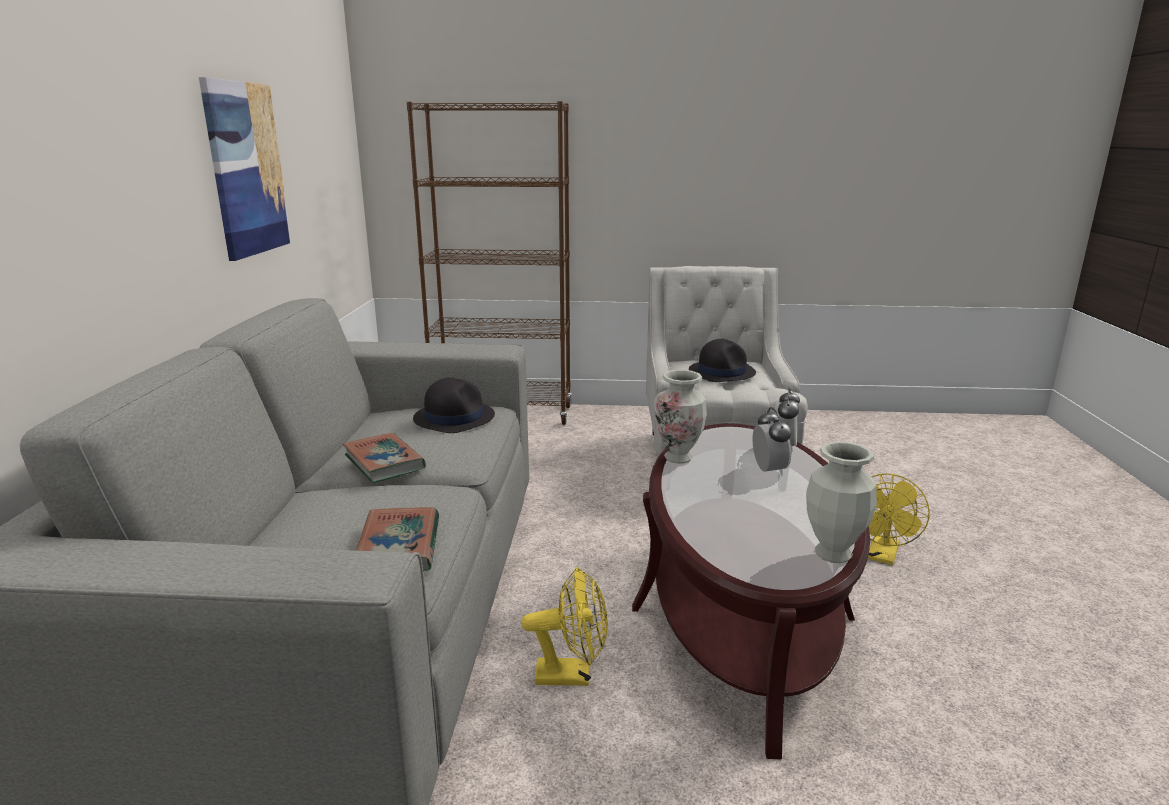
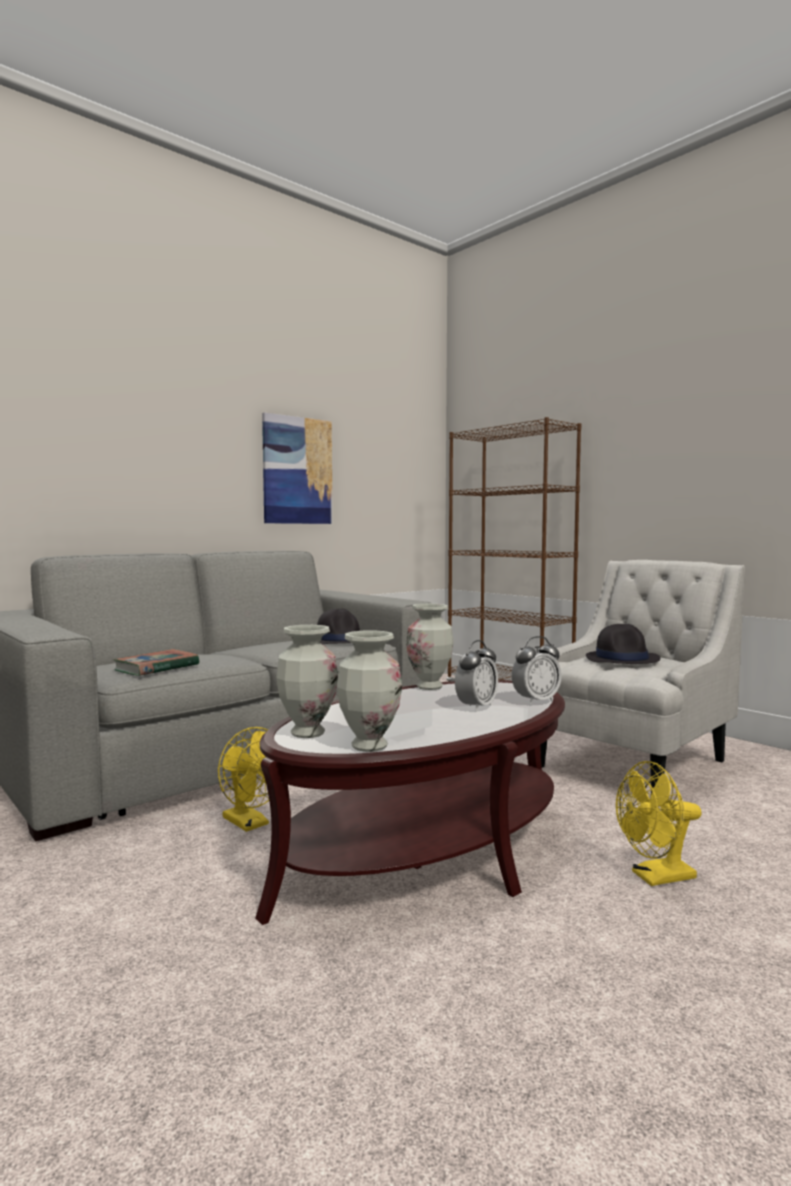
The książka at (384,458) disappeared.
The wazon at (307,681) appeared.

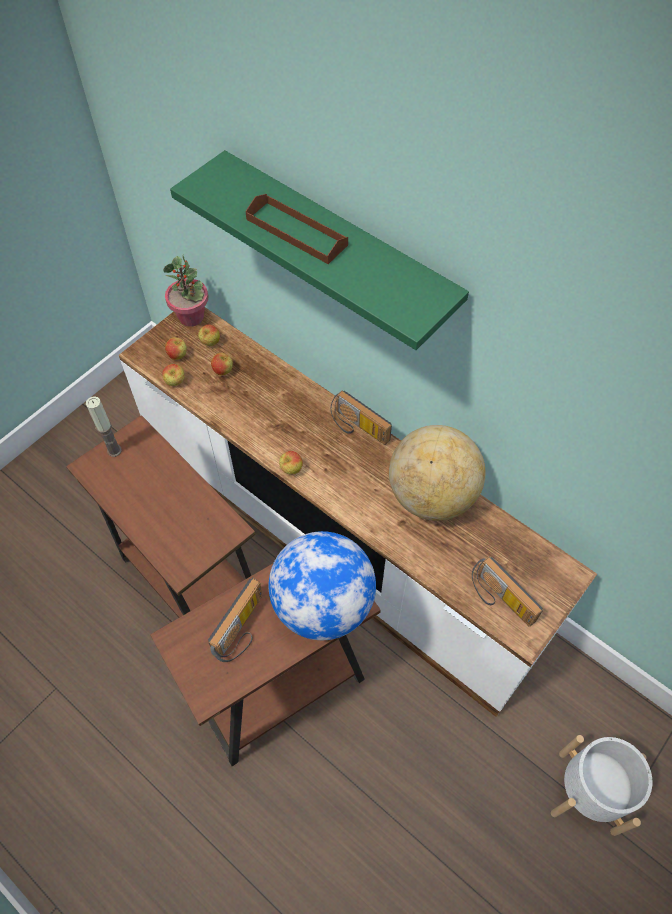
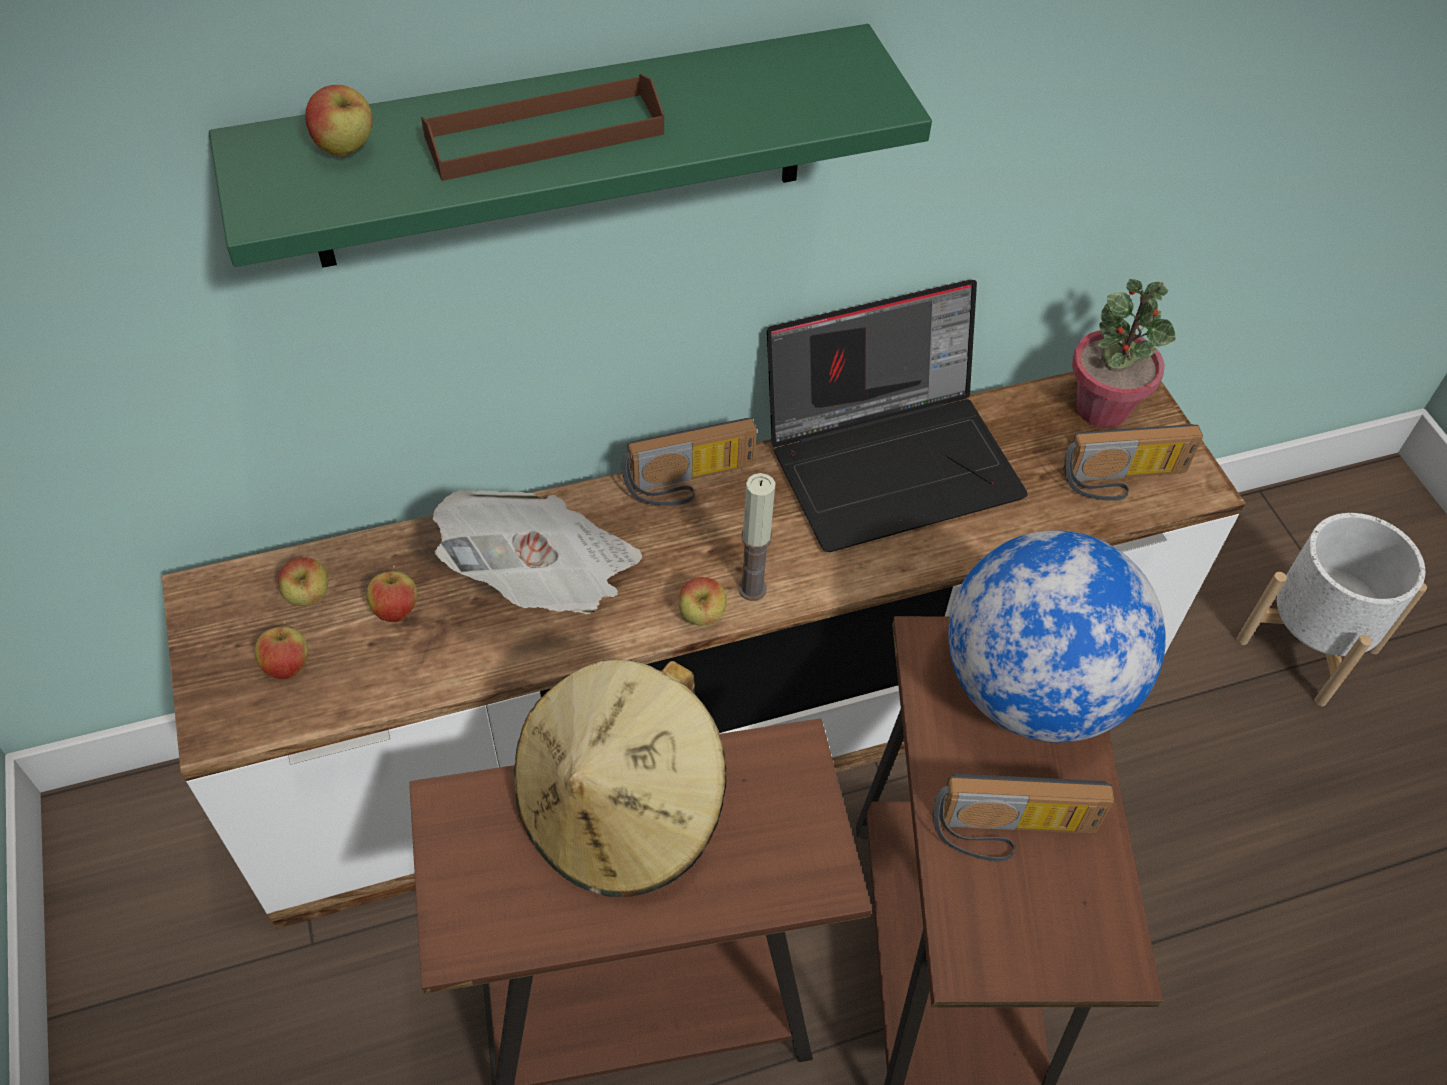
The świeca moved from (104,426) to (756,537).
The jabłko moved from (173,375) to (339,121).
The roślina doniczkowa moved from (185,291) to (1123,353).
The radio at (235,620) turned 120 degrees clockwise.
The globus at (437,473) was replaced by the laptop at (897,416).
The gazeta at (537,552) appeared.
The kapelusz/beżowy at (620,778) appeared.

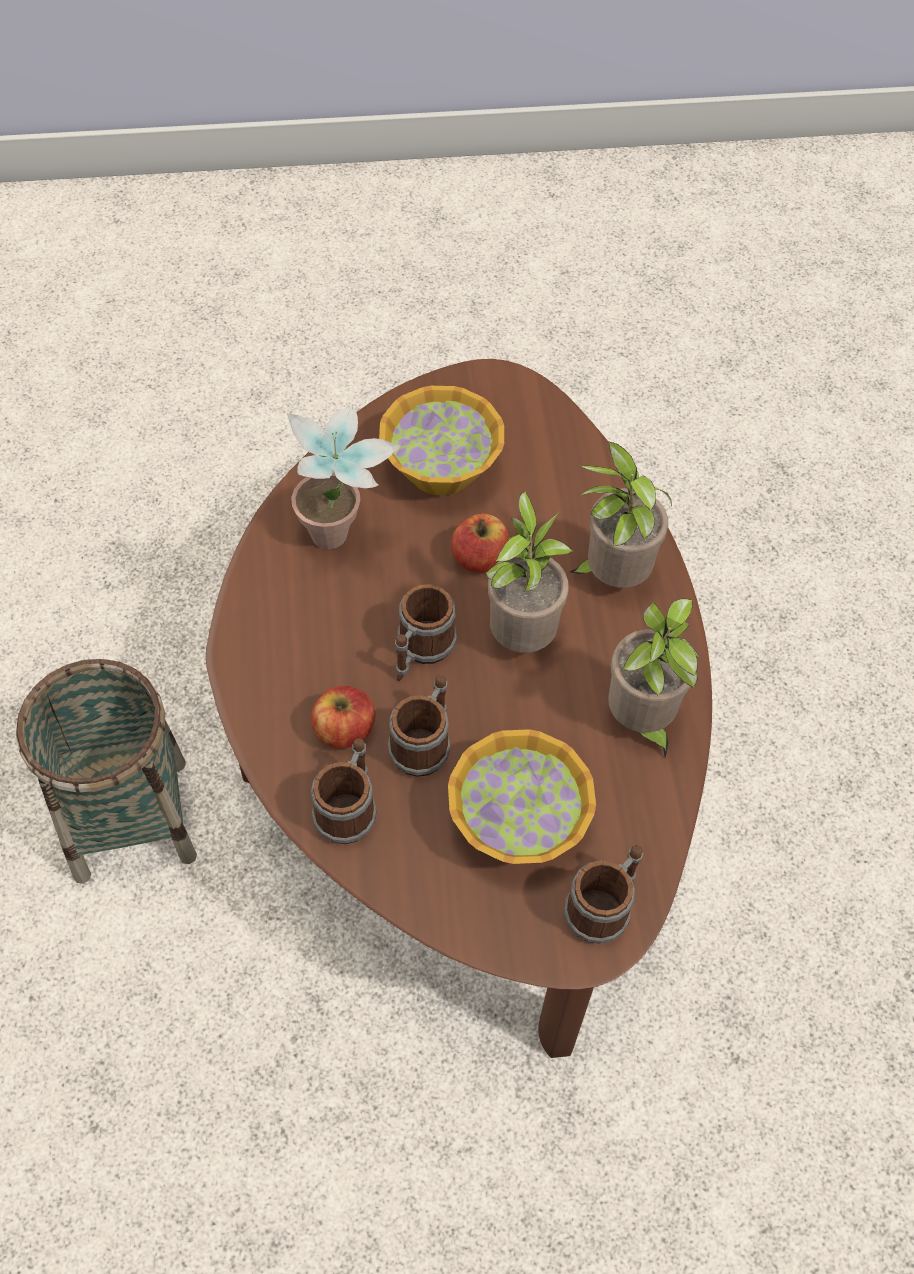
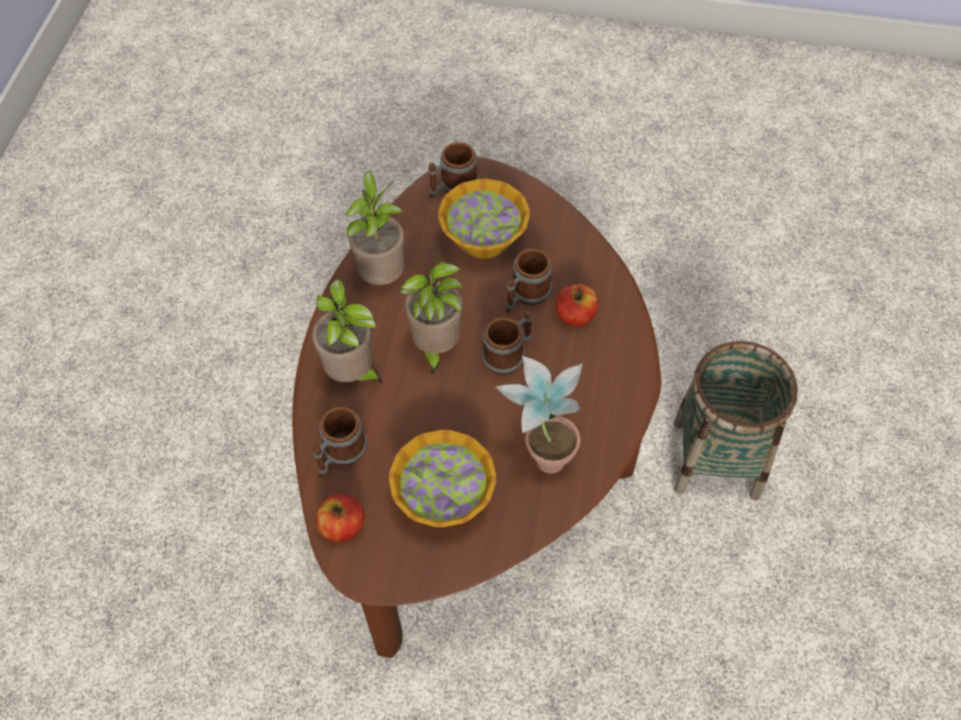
The kubek moved from (343,791) to (339,442).
The jabłko moved from (480,543) to (340,518).

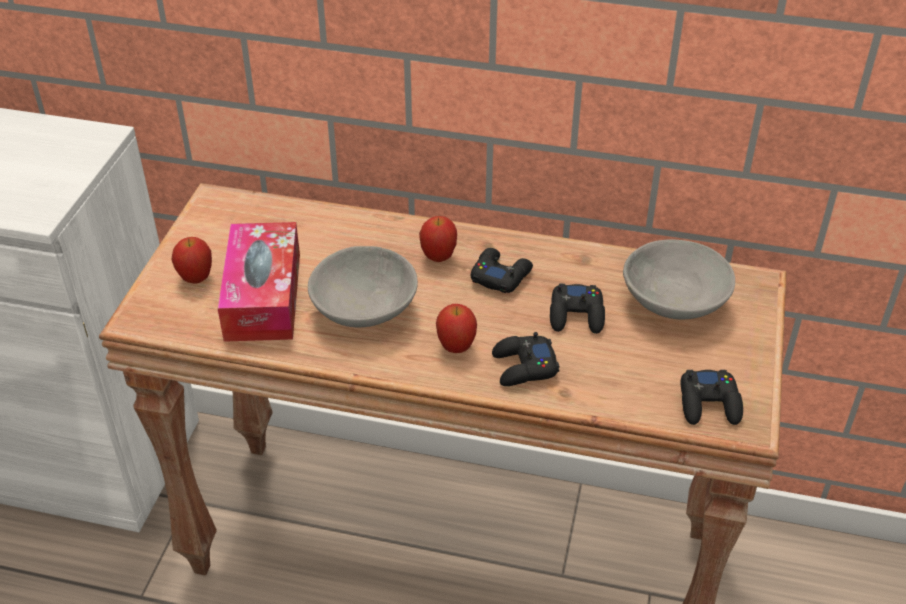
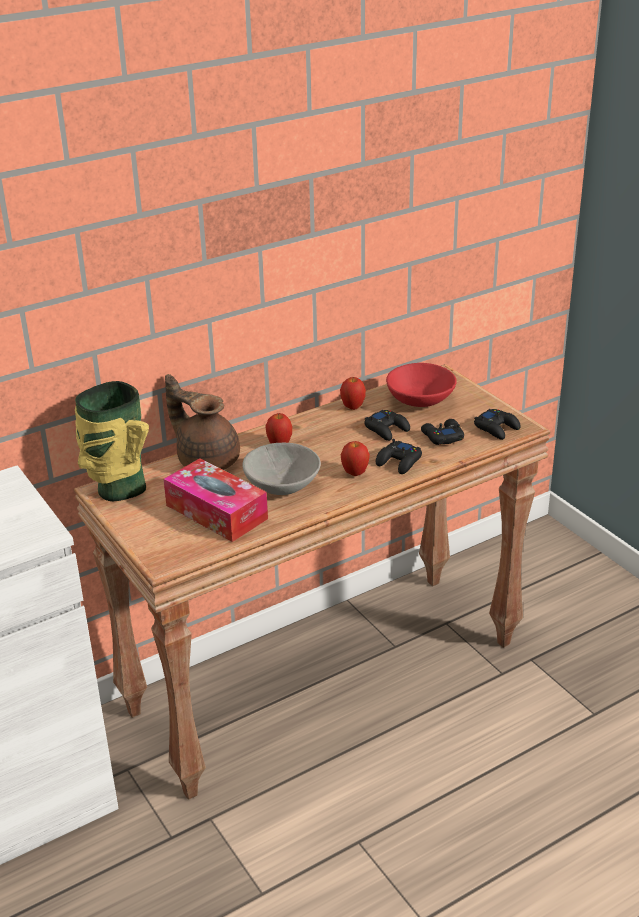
The jabłko moved from (191,260) to (353,393).
The pad do gier/czarny moved from (502,270) to (442,432).
The miska/szary at (679,279) became the miska/czerwony at (421,385).
The wazon at (112,441) appeared.
The imbryk/brązowy at (202,422) appeared.

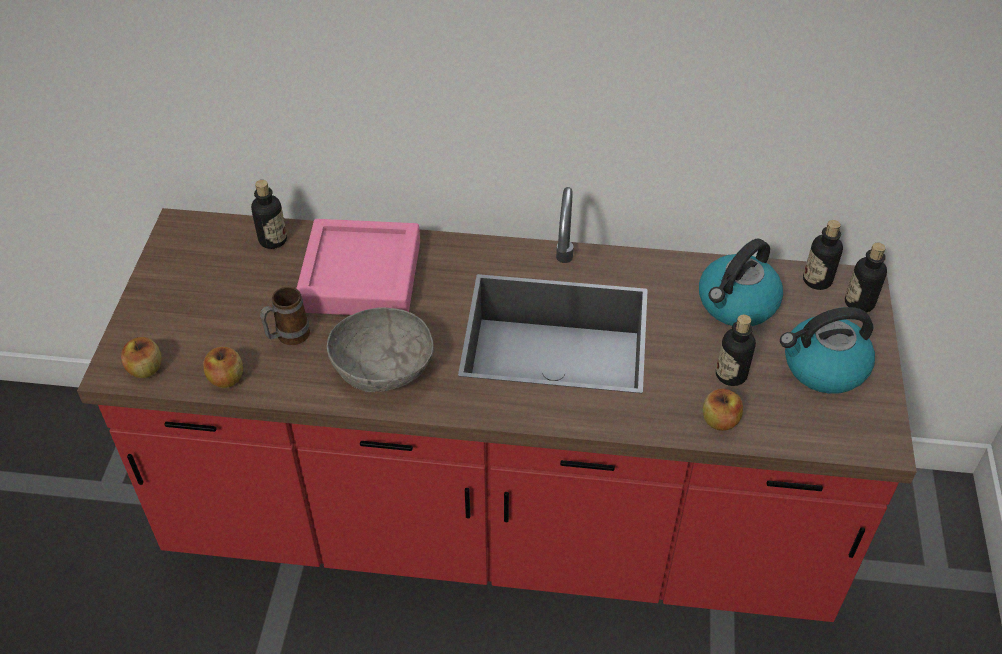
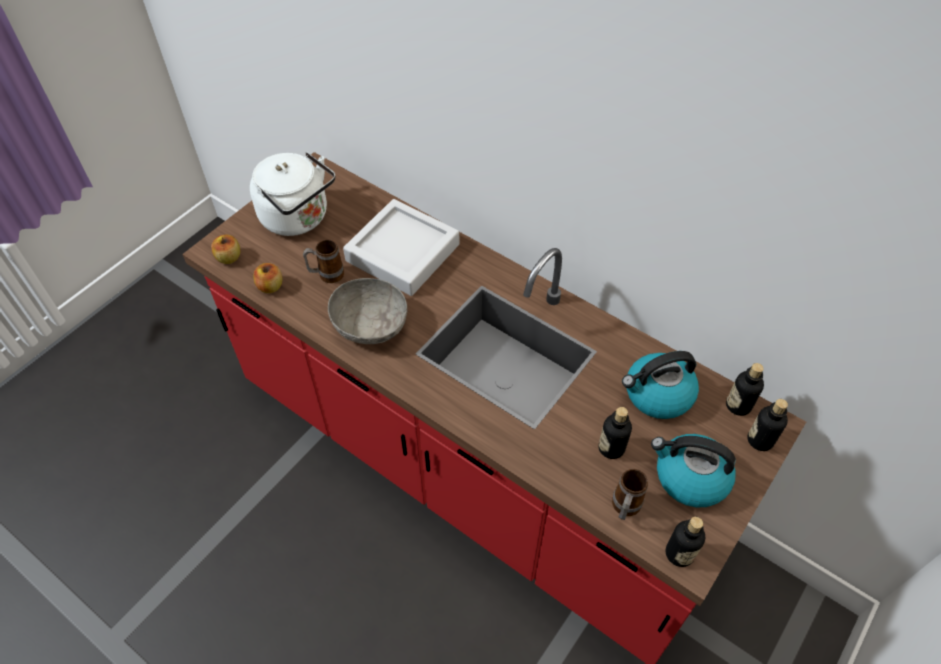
The butelka moved from (269,214) to (685,542).
The taca/różowy at (358,267) became the taca/szary at (401,247).
The jabłko at (723,410) disappeared.
The czajnik/biały at (292,194) appeared.
The kubek at (630,494) appeared.

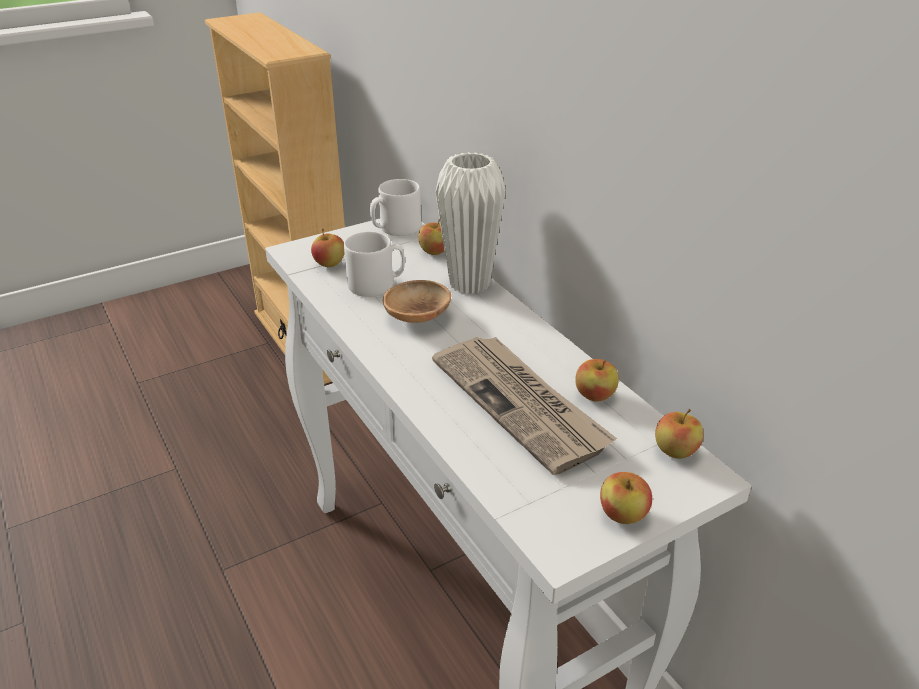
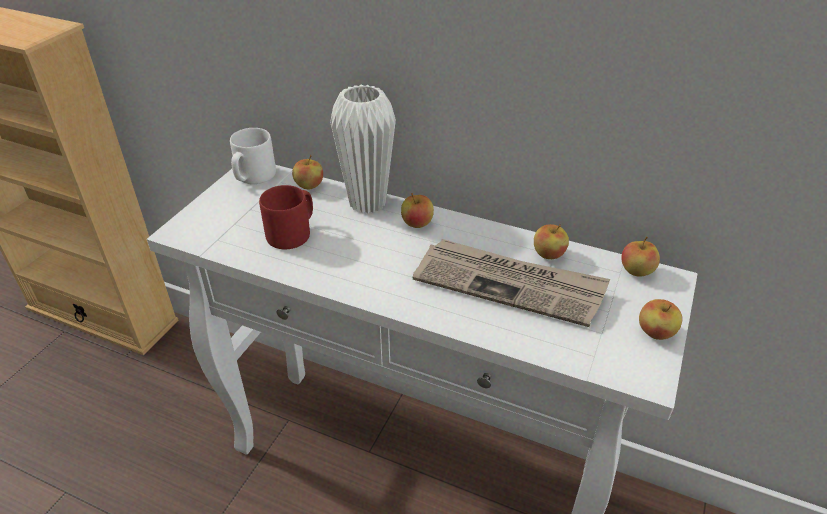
The jabłko moved from (328,248) to (417,210).
The kubek/biały at (374,264) became the kubek/czerwony at (286,217).
The miska/brązowy at (417,301) disappeared.

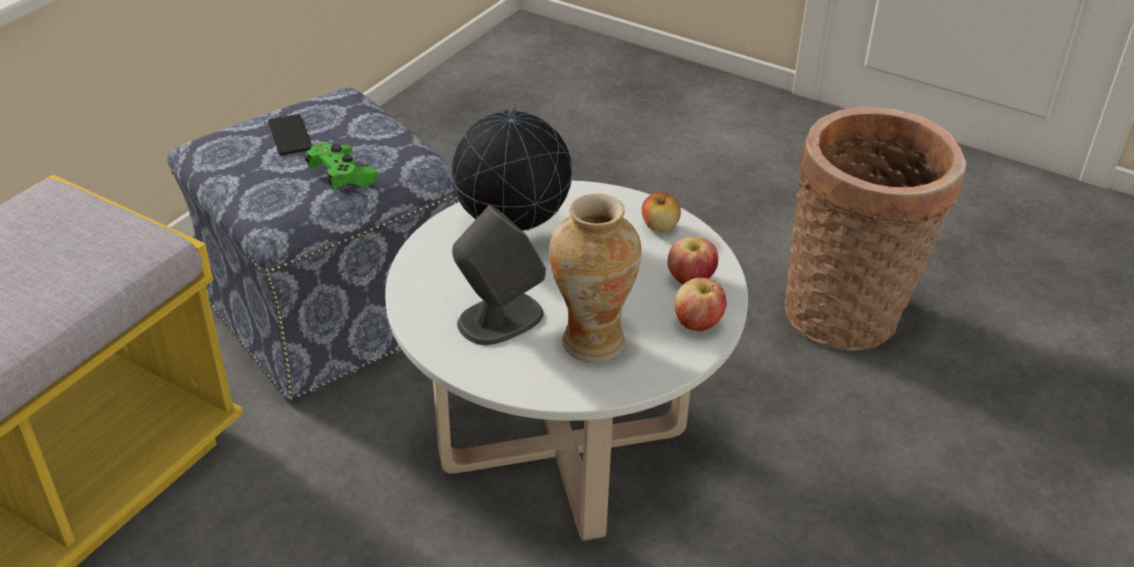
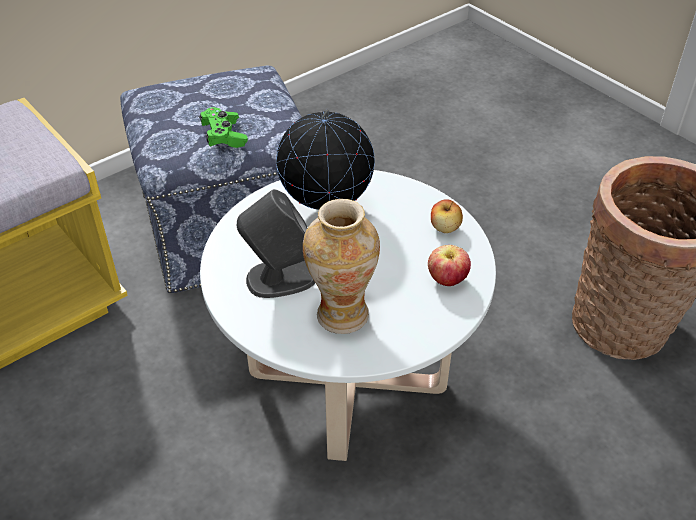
The telefon at (290,134) disappeared.
The jabłko at (700,304) disappeared.

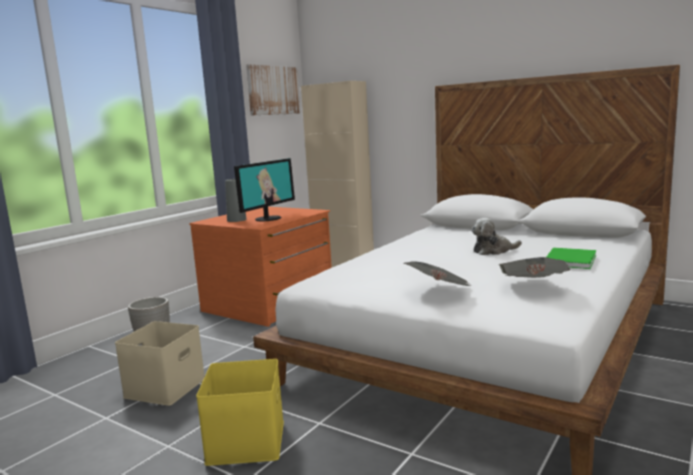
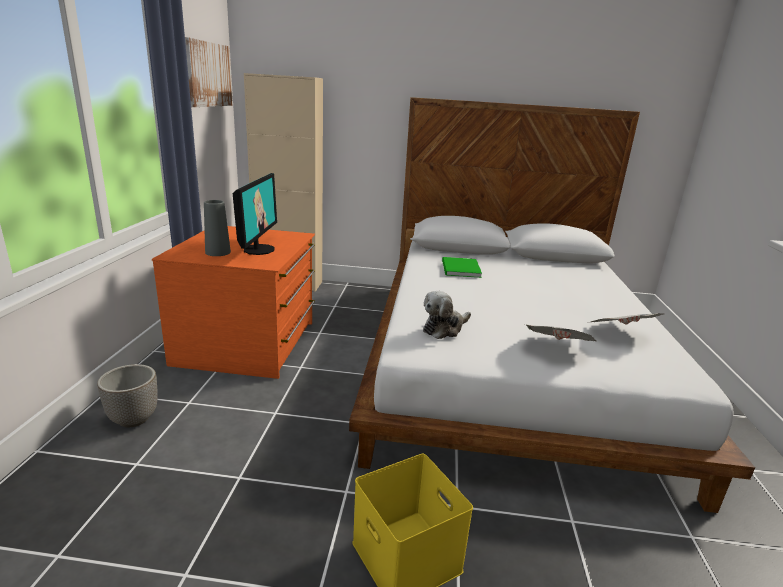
The pojemnik do przechowywania/beżowy at (160,363) disappeared.
The pluszak moved from (497,236) to (447,315).
The książka/zielony moved from (571,258) to (462,267).

